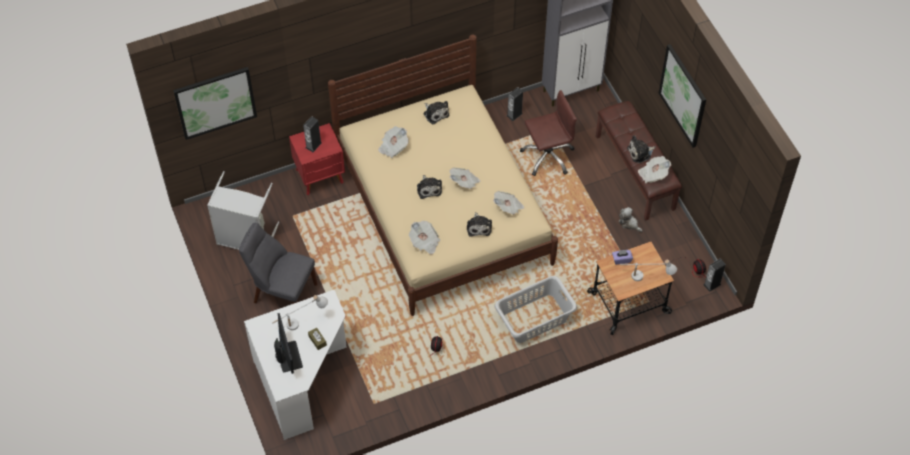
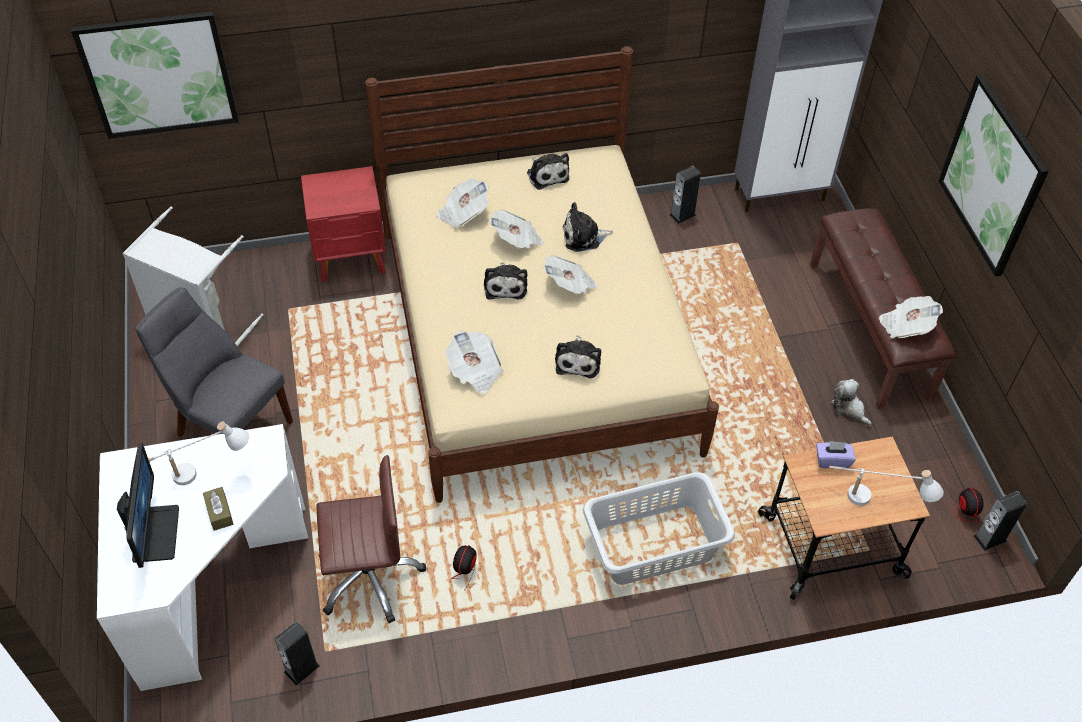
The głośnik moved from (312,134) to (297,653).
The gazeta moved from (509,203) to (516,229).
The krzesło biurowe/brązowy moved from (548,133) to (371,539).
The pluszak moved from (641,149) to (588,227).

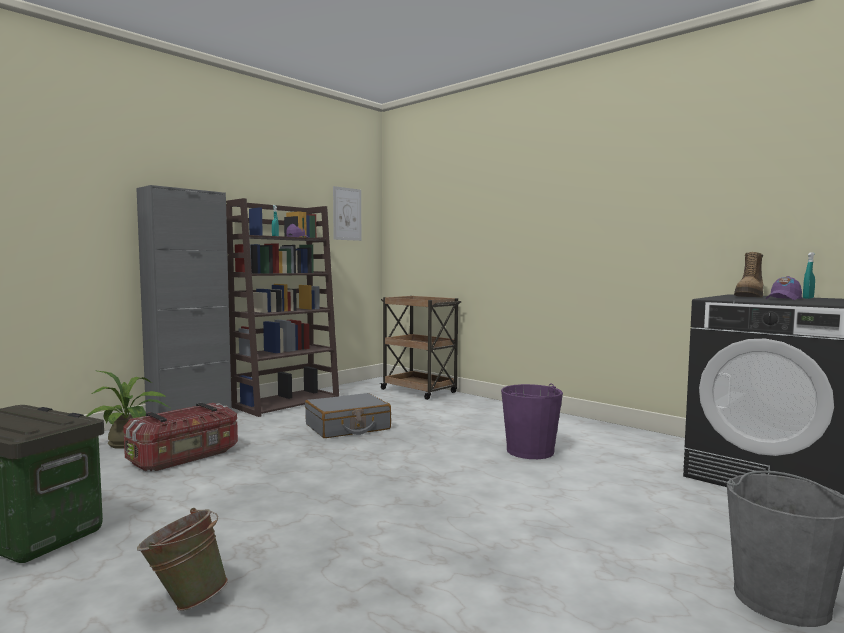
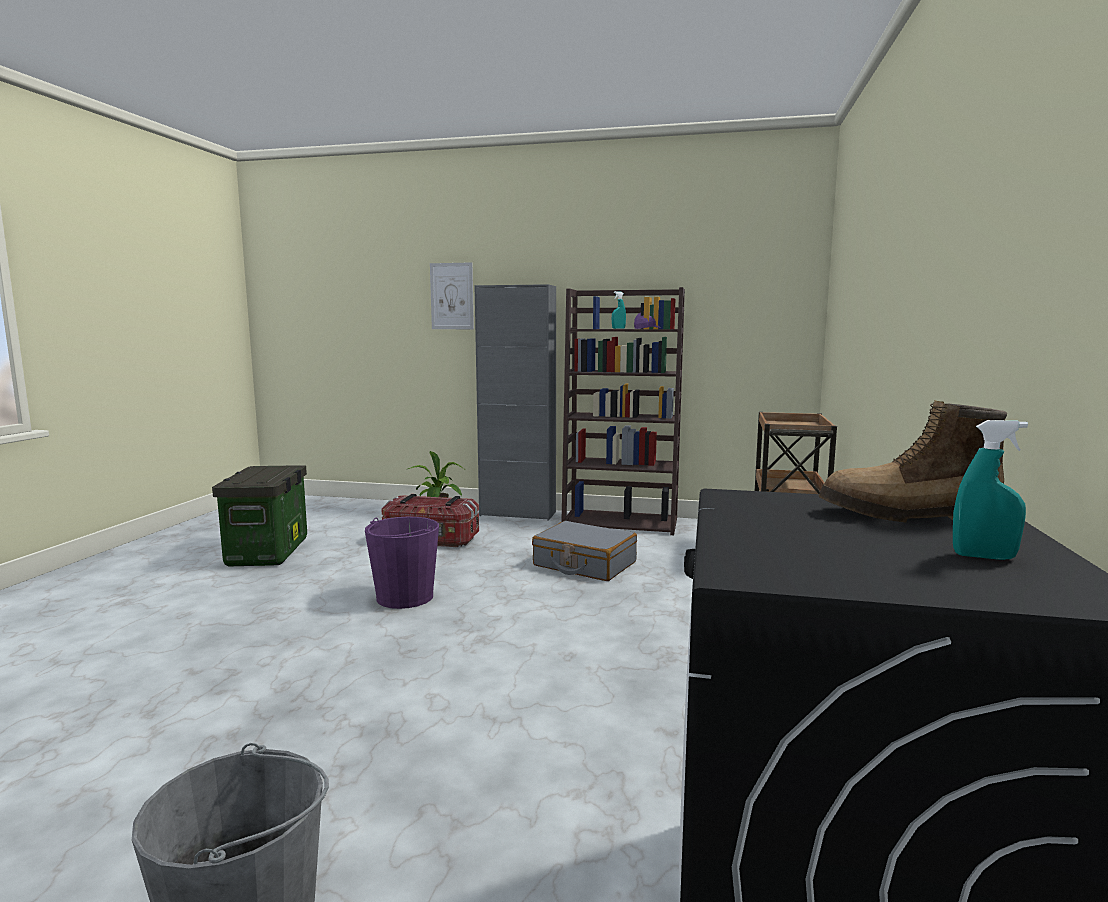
The wiadro/zielony at (182,559) disappeared.
The obraz moved from (347,213) to (452,295).
The wiadro/fioletowy moved from (532,421) to (402,563).
The czapka z daszkiem/fioletowy at (784,288) disappeared.

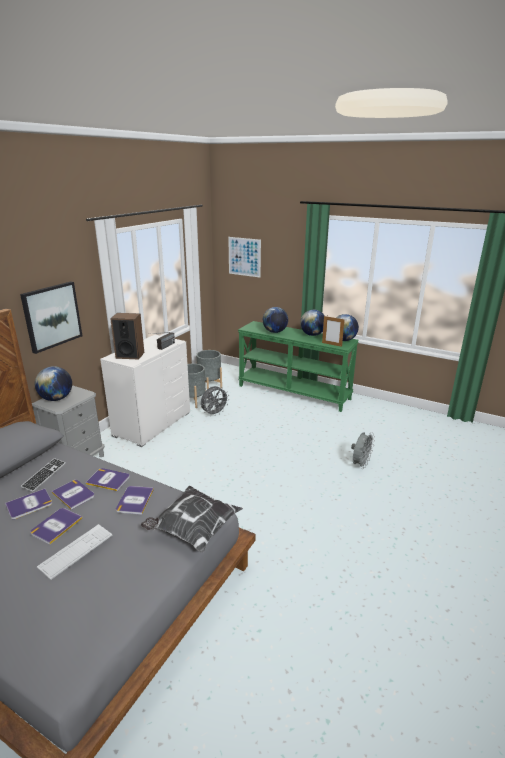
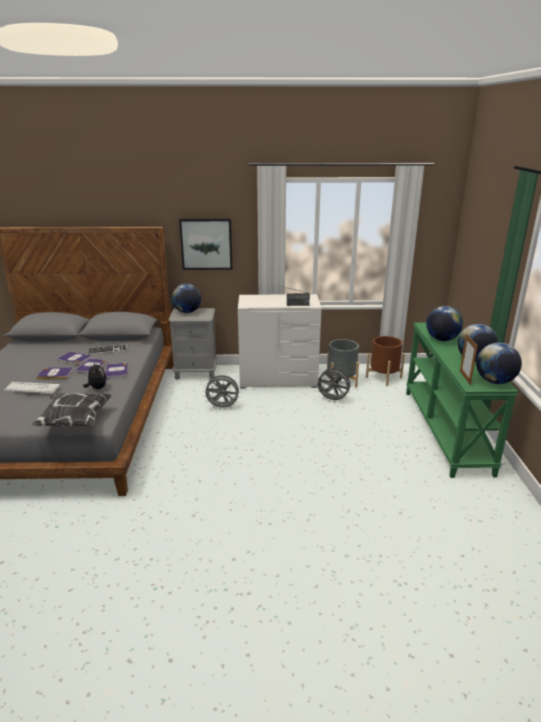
The głośnik at (127,336) disappeared.
The książka at (135,500) was replaced by the pluszak at (95,375).
The donica/szary at (209,369) became the donica/brązowy at (385,361).
The obraz at (244,257) disappeared.
The wentylator/szary moved from (363,450) to (221,392).

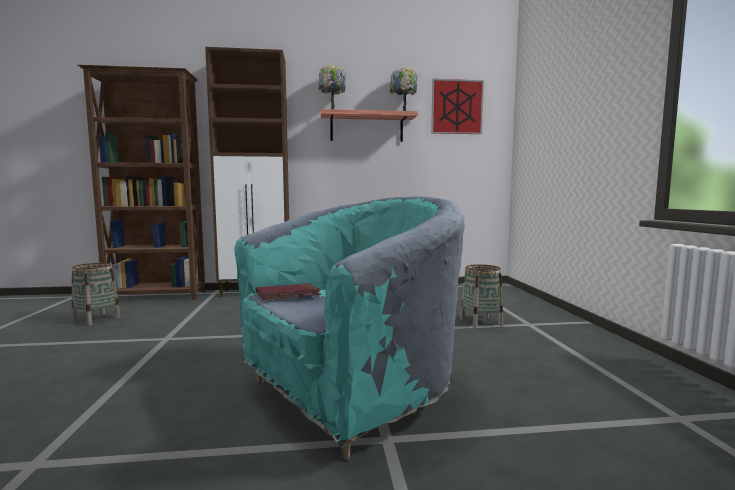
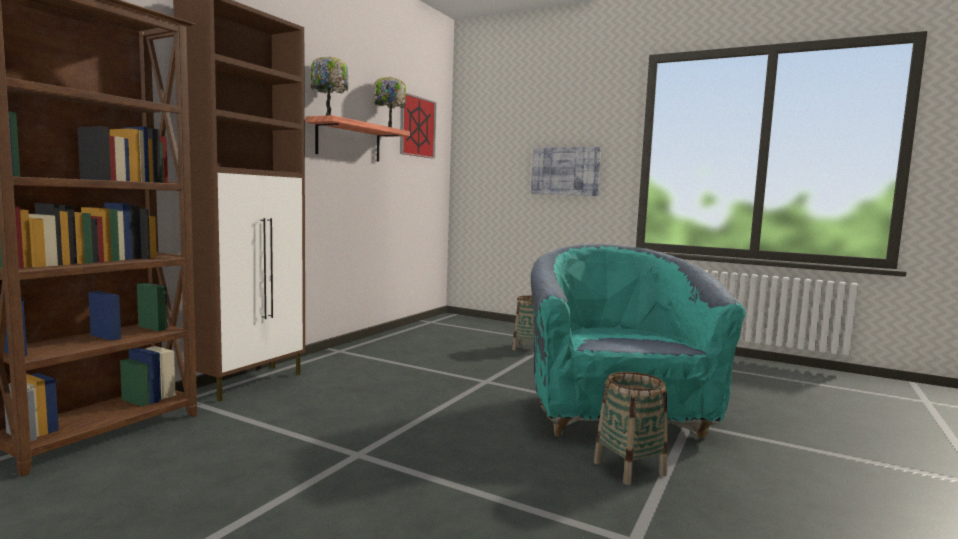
The koszyk moved from (96,294) to (631,428).
The książka/czerwony at (288,291) disappeared.
The obraz at (566,171) appeared.

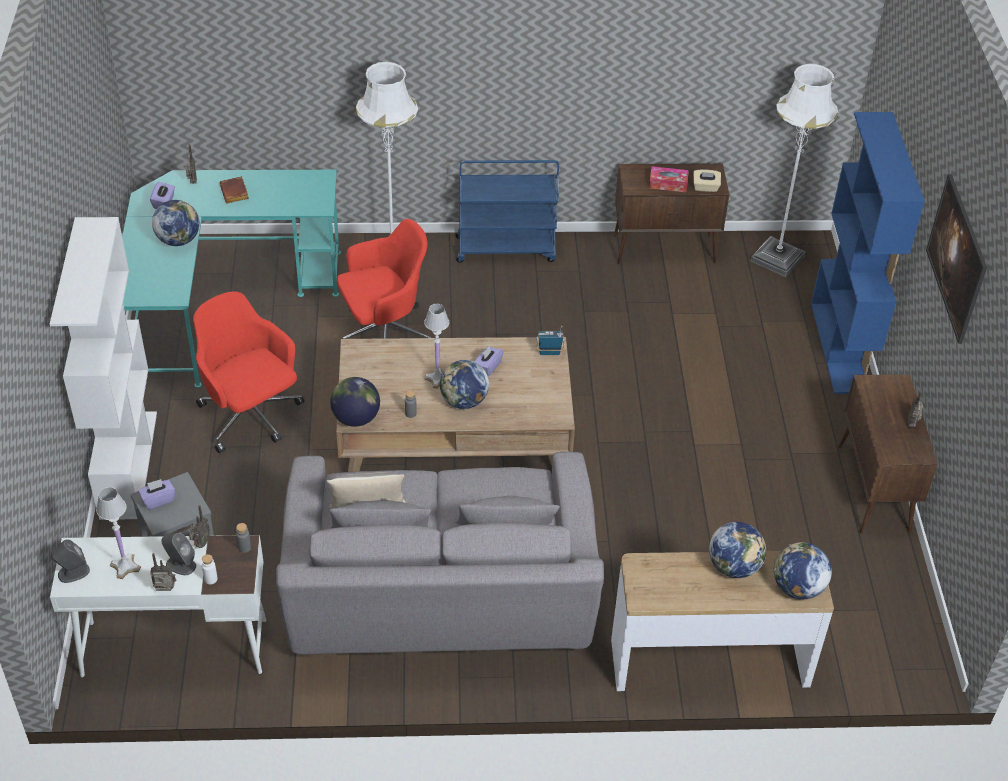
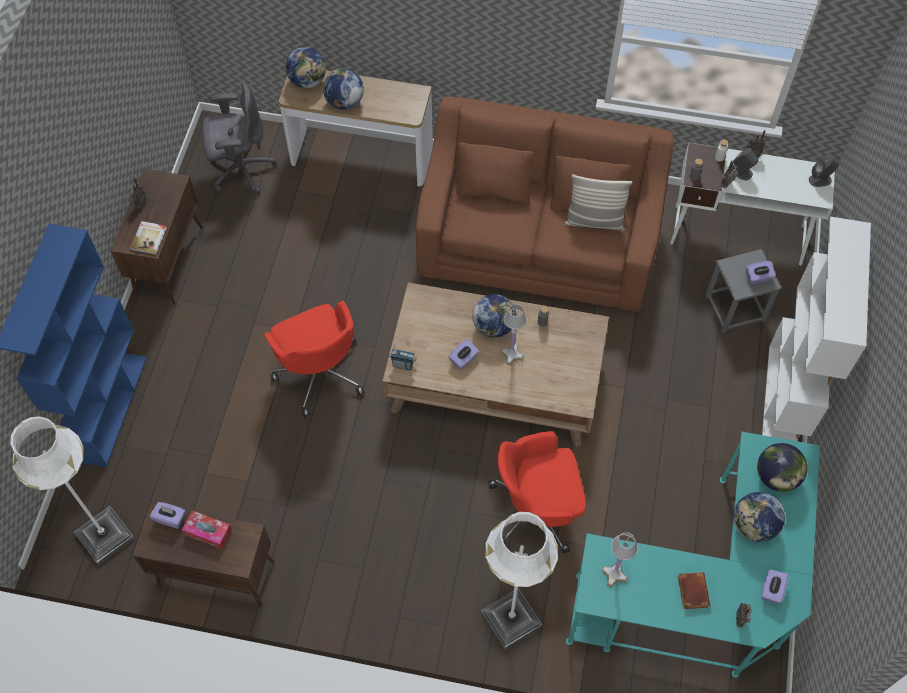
The lampa stołowa/biały moved from (118,533) to (619,559).
The krzesło biurowe/czerwony moved from (248,372) to (314,359).
The kanapa/szary at (440,553) became the kanapa/brązowy at (544,204).
The globus moved from (355,402) to (782,467).
The wózek/niebieski at (507,211) disappeared.
The pudełko chusteczek/beżowy at (707,181) became the pudełko chusteczek/fioletowy at (167,515).
The obraz at (956,259) disappeared.
The książka at (148,238) appeared.
The krzesło biurowe/szary at (239,138) appeared.

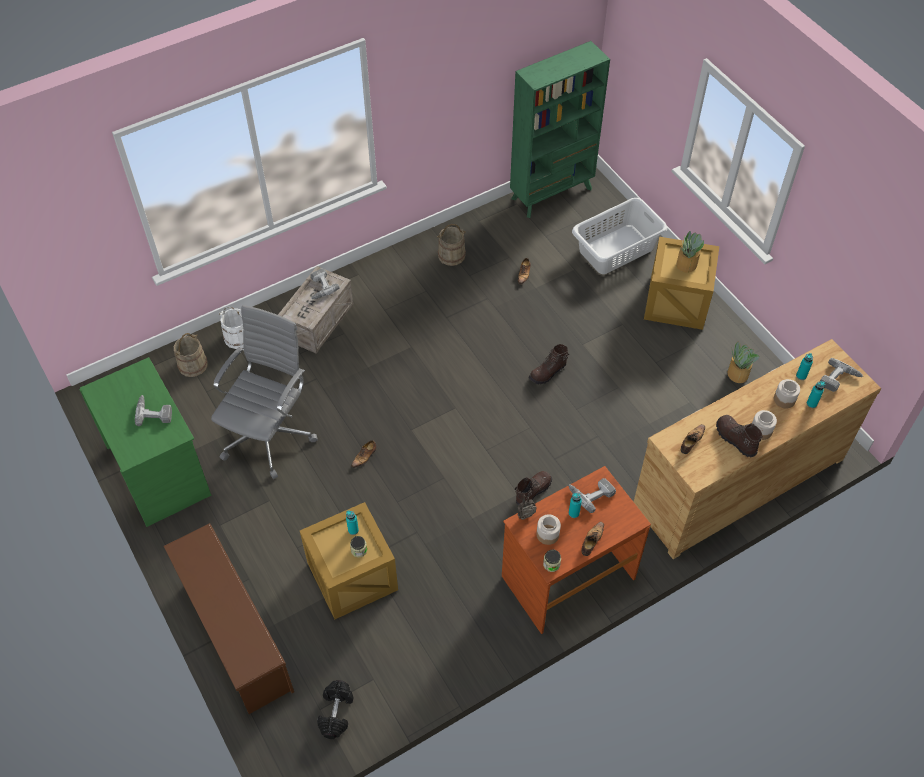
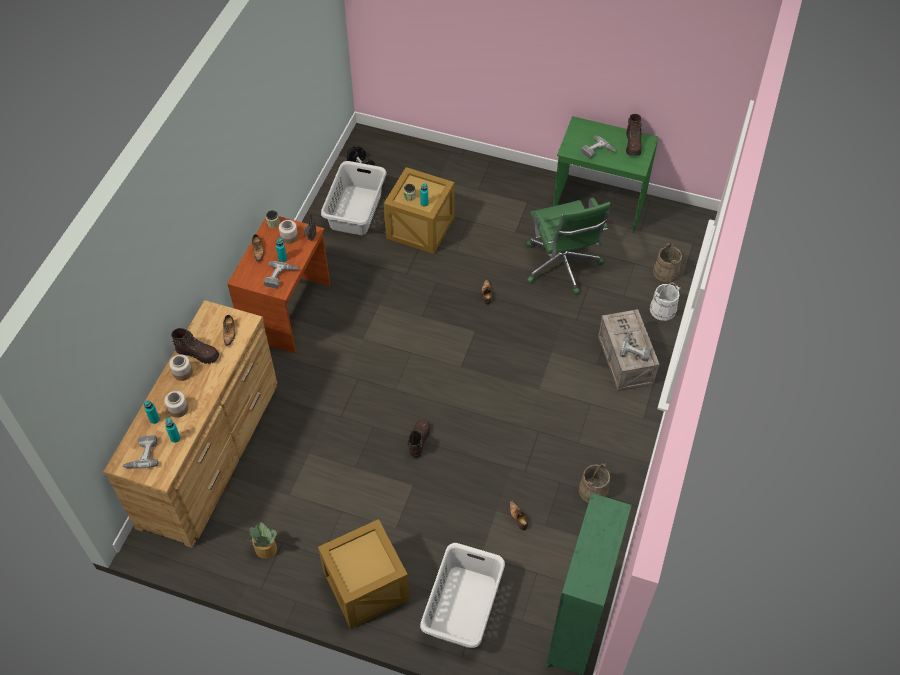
The regał na buty/brązowy at (229,618) disappeared.
The krzesło biurowe/szary at (264,392) became the krzesło biurowe/zielony at (568,246).
The but z cholewką/brązowy moved from (533,488) to (634,135).
The roślina doniczkowa at (690,252) disappeared.
The kosz na pranie/szary at (354,198) appeared.

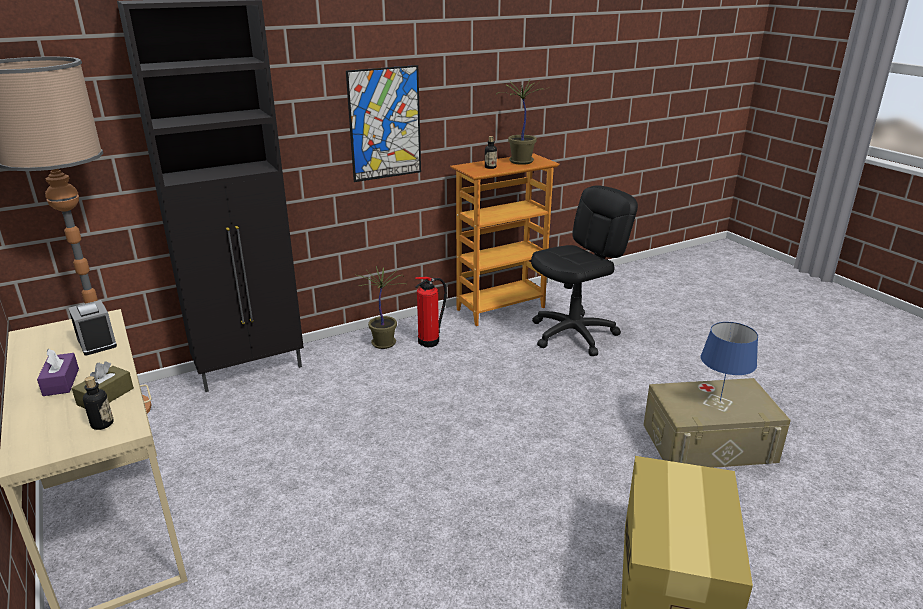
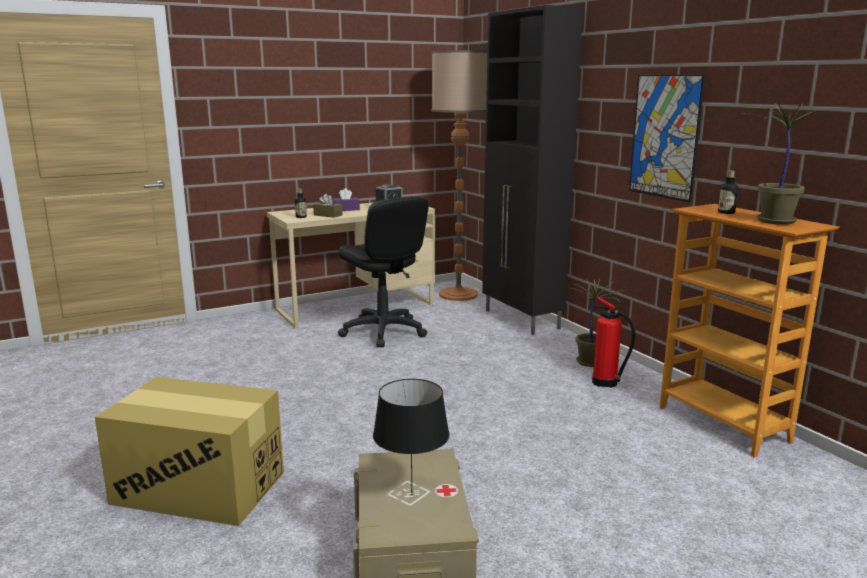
The krzesło biurowe/czarny moved from (584,270) to (383,272).
The lampa stołowa/niebieski at (729,361) became the lampa stołowa/czarny at (411,437).

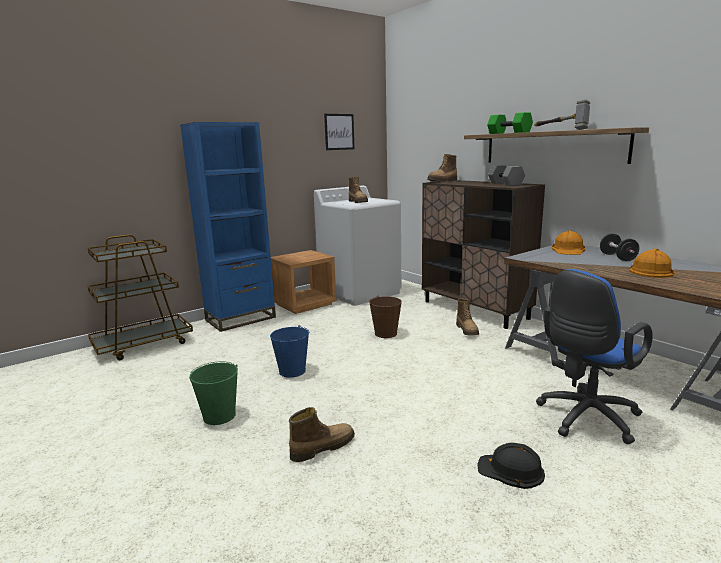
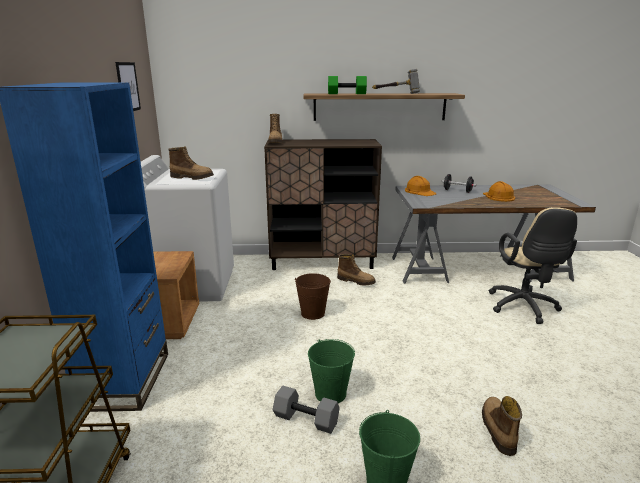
The wiadro/niebieski at (289,351) became the wiadro/zielony at (331,371).
The kask/czarny at (511,466) disappeared.
The hantel/szary moved from (506,175) to (306,410).
The krzesło biurowe/niebieski at (594,356) became the krzesło biurowe/beżowy at (533,265).

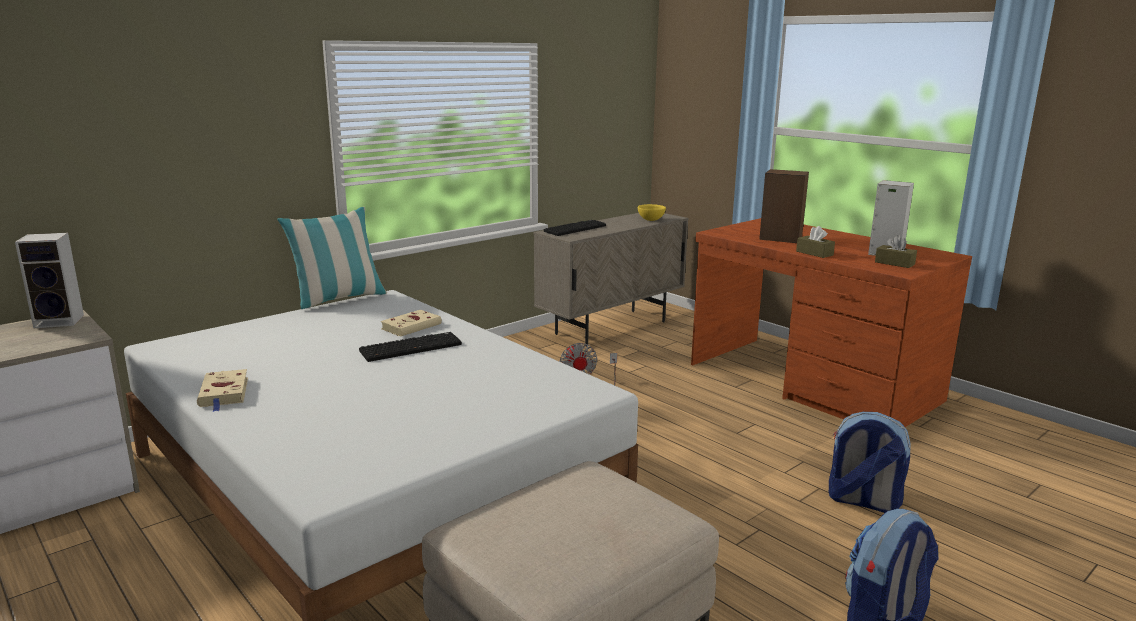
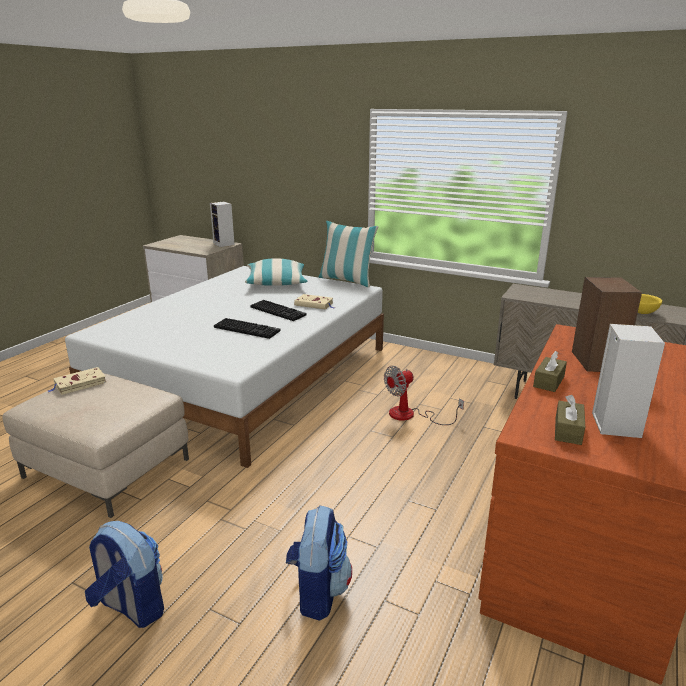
The książka/beżowy moved from (222,390) to (77,381).
The klawiatura moved from (575,228) to (247,328).
The poduszka at (276,272) appeared.

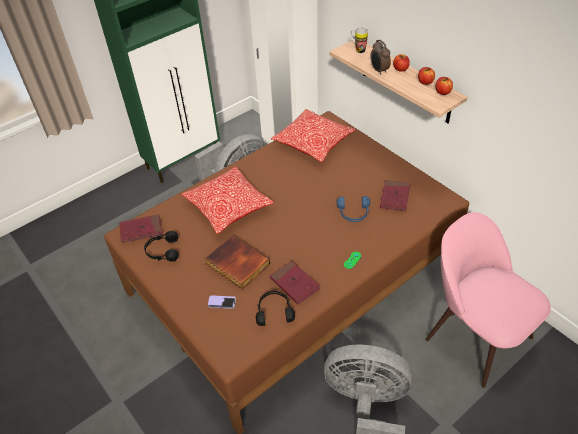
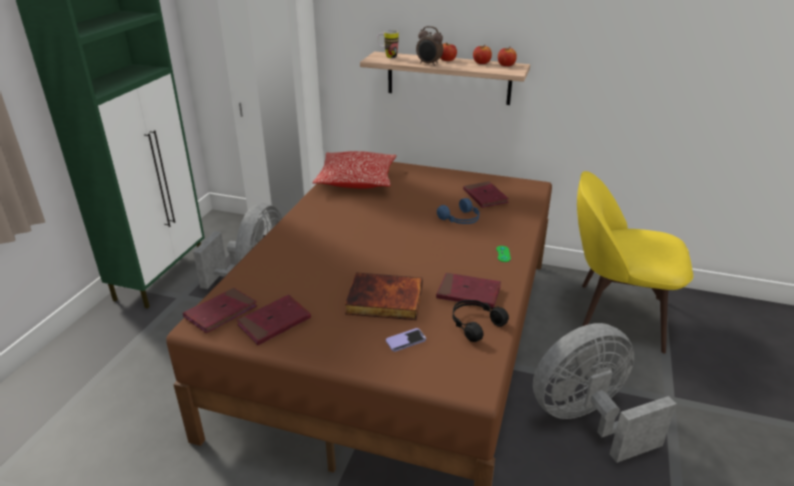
The słuchawki/czarny at (161,246) was replaced by the książka/czerwony at (273,320).
The poduszka at (228,200) disappeared.
The krzesło/różowy at (488,300) became the krzesło/żółty at (635,262).

